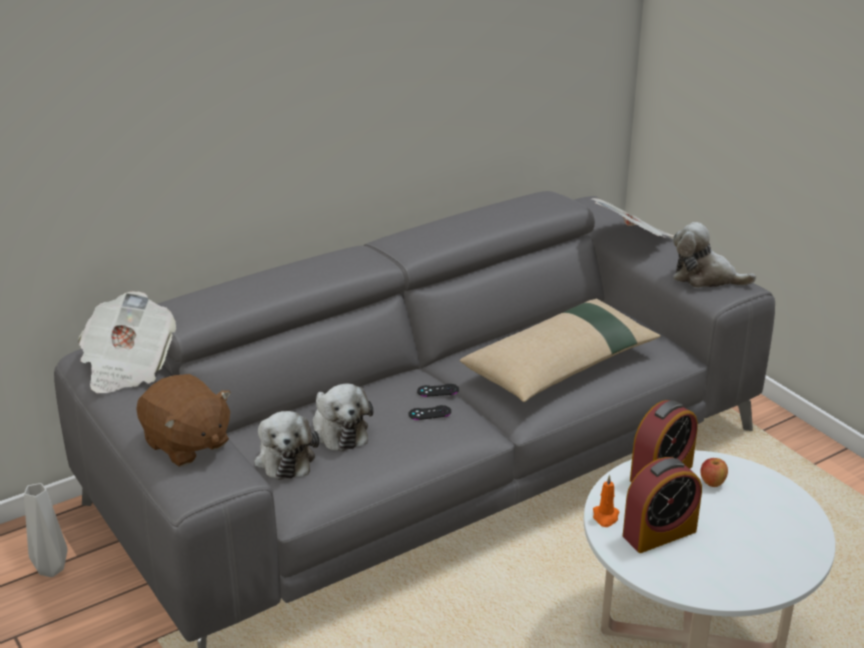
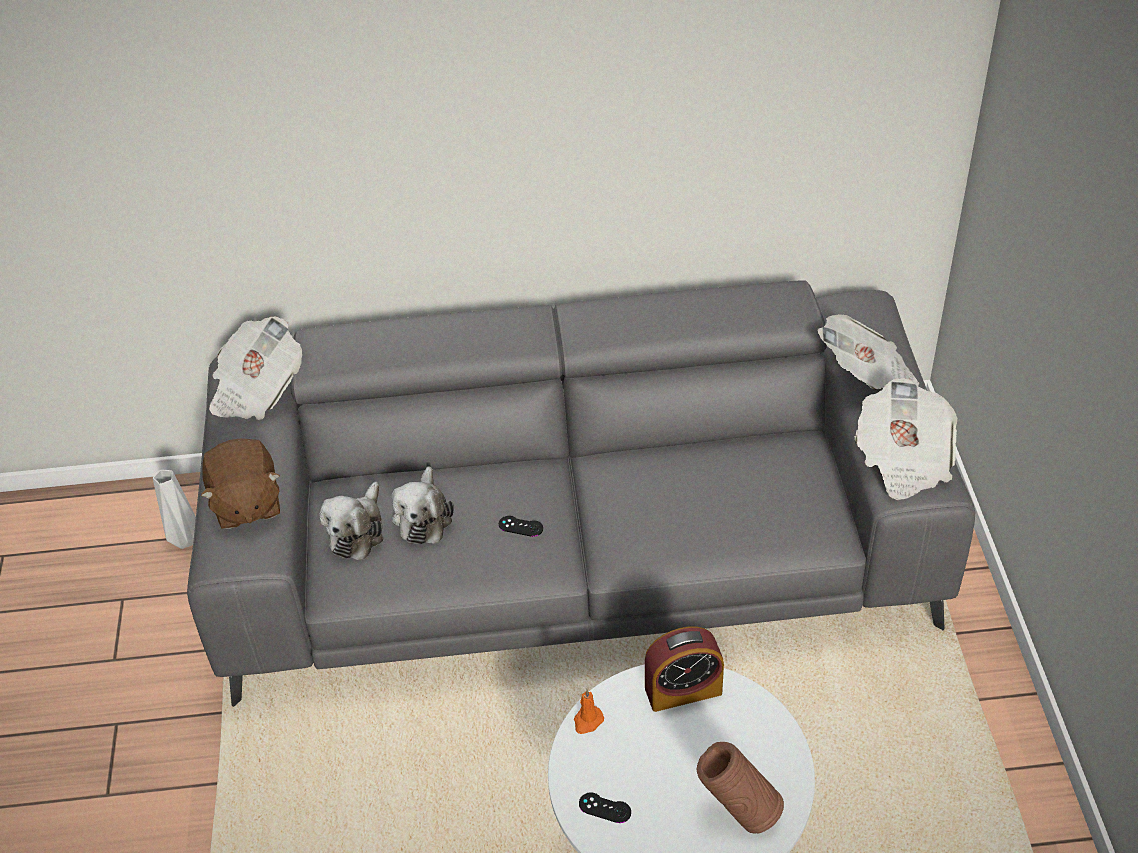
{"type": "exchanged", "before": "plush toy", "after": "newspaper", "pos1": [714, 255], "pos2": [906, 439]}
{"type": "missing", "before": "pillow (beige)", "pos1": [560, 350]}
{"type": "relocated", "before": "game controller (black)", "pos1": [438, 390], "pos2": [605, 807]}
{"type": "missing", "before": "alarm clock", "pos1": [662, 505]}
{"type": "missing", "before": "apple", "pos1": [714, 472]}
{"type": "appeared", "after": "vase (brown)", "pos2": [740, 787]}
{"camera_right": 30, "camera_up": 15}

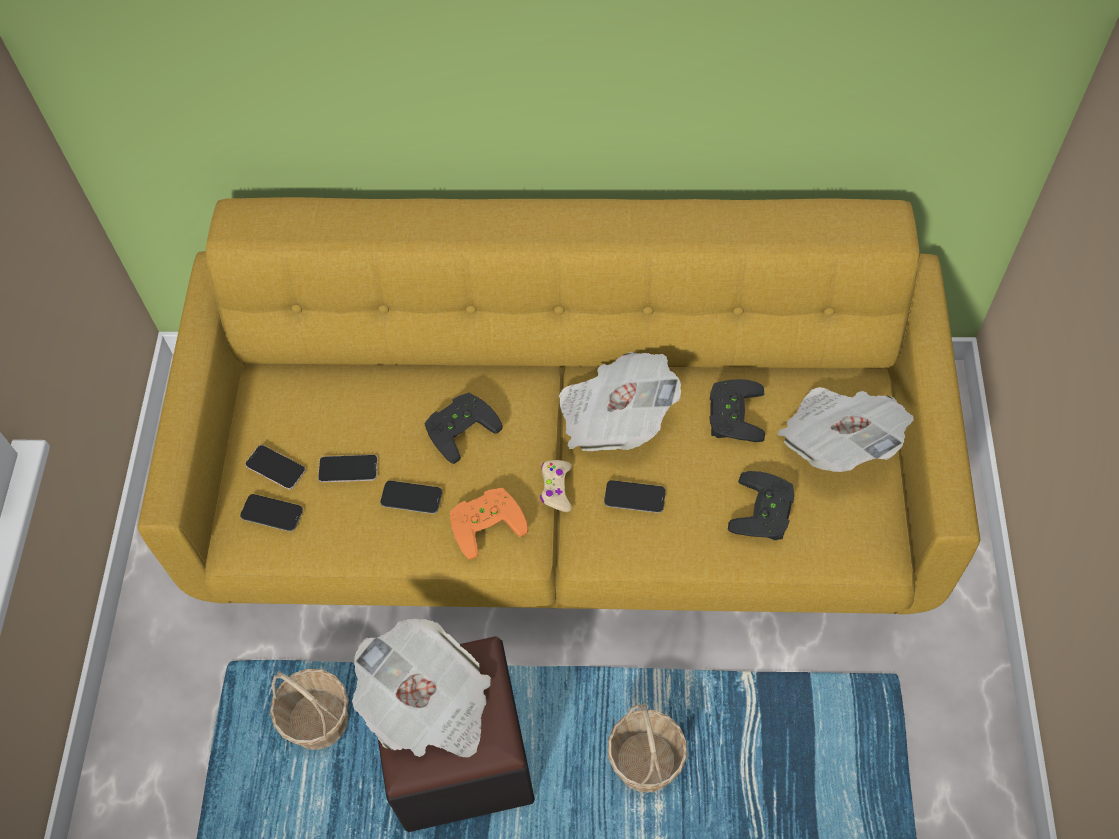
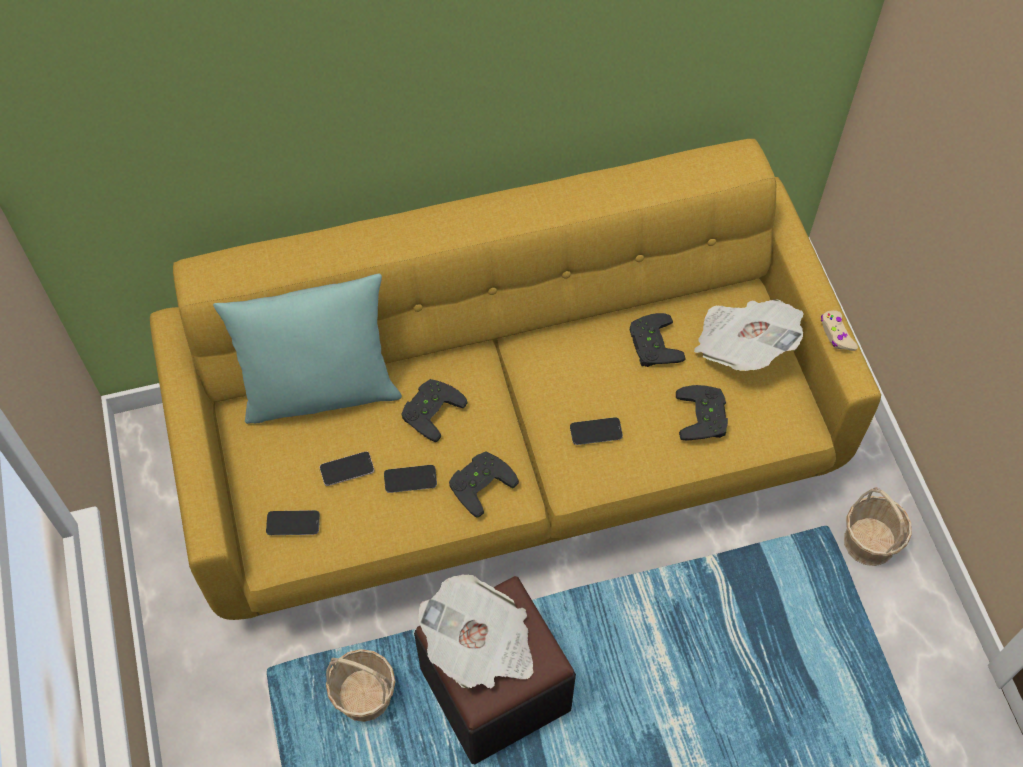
{"type": "missing", "before": "newspaper", "pos1": [620, 401]}
{"type": "missing", "before": "phone", "pos1": [275, 467]}
{"type": "relocated", "before": "game controller (beige)", "pos1": [556, 486], "pos2": [839, 330]}
{"type": "colour", "before": "game controller (orange)", "after": "game controller (black)", "pos1": [489, 524], "pos2": [484, 484]}
{"type": "relocated", "before": "basket", "pos1": [647, 747], "pos2": [878, 526]}
{"type": "appeared", "after": "pillow (turquoise)", "pos2": [307, 349]}
{"camera_right": -20, "camera_up": 0}

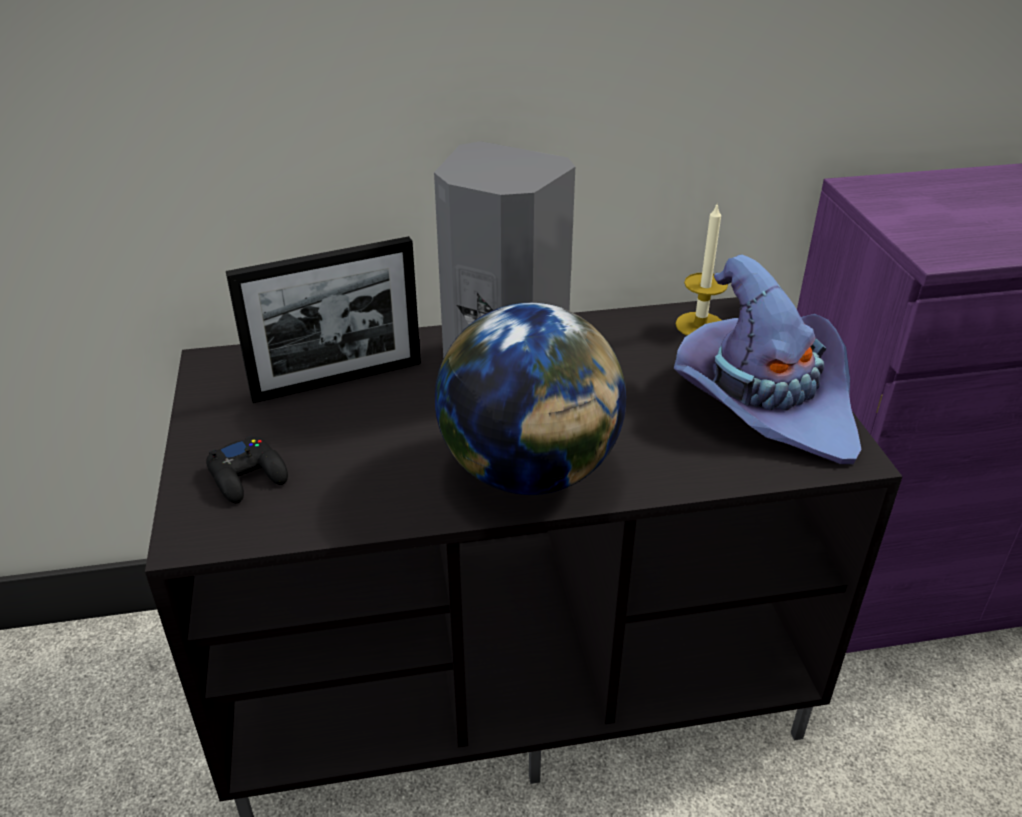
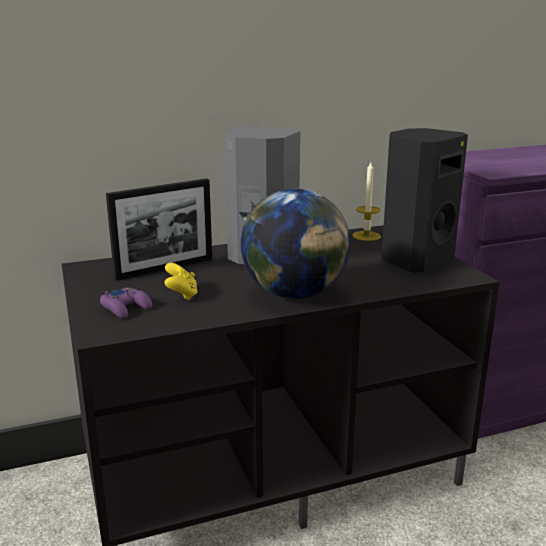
{"type": "exchanged", "before": "hat (purple)", "after": "speaker (black)", "pos1": [767, 359], "pos2": [424, 200]}
{"type": "colour", "before": "game controller (black)", "after": "game controller (purple)", "pos1": [247, 469], "pos2": [126, 303]}
{"type": "appeared", "after": "game controller (yellow)", "pos2": [181, 281]}
{"camera_right": -10, "camera_up": -15}

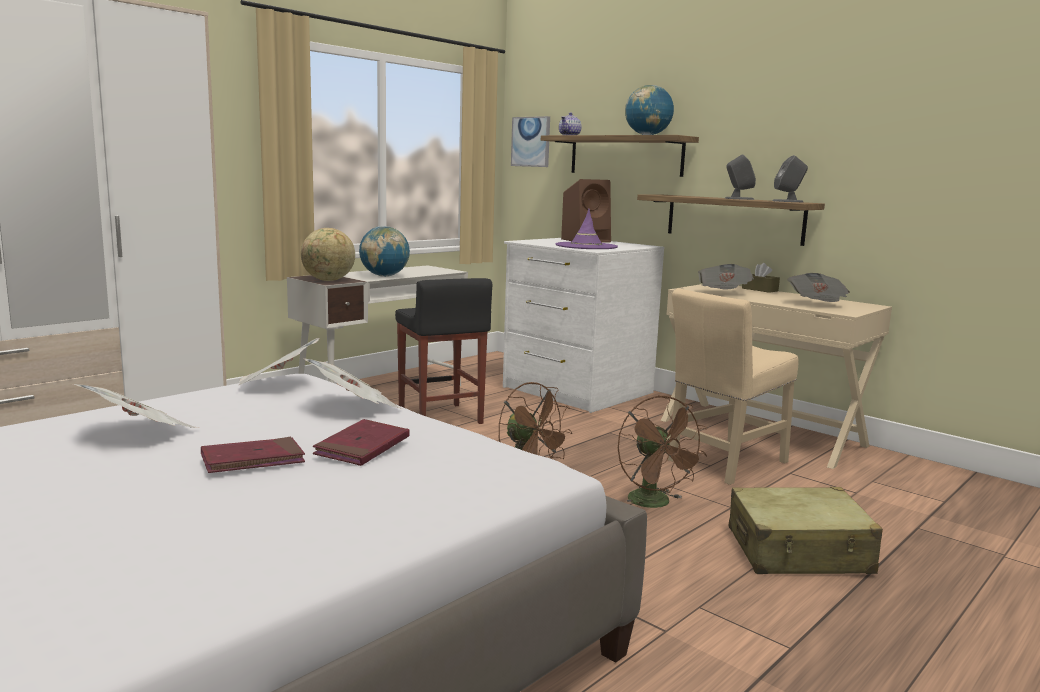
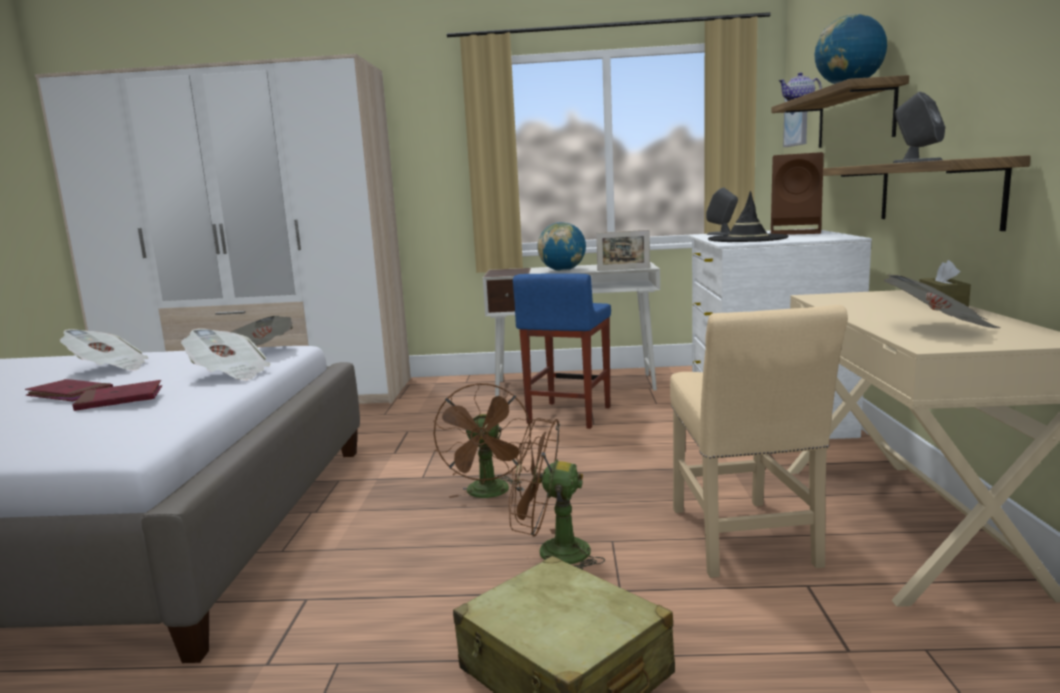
{"type": "relocated", "before": "speaker (grey)", "pos1": [790, 178], "pos2": [722, 211]}
{"type": "colour", "before": "hat (purple)", "after": "hat (black)", "pos1": [587, 229], "pos2": [748, 216]}
{"type": "missing", "before": "globe", "pos1": [328, 254]}
{"type": "missing", "before": "newspaper", "pos1": [726, 276]}
{"type": "colour", "before": "stool (black)", "after": "stool (blue)", "pos1": [443, 351], "pos2": [562, 351]}
{"type": "spun", "before": "chair (beige)", "pos1": [732, 387], "pos2": [759, 441], "turn": -105}
{"type": "spun", "before": "fan (brown)", "pos1": [662, 451], "pos2": [557, 494], "turn": 75}
{"type": "appeared", "after": "picture frame", "pos2": [623, 250]}
{"camera_right": 50, "camera_up": 0}

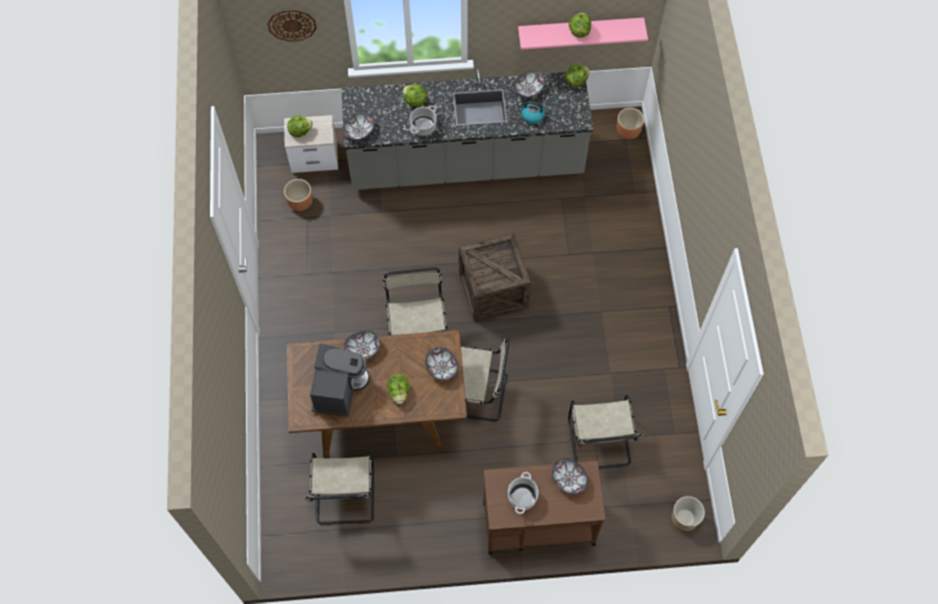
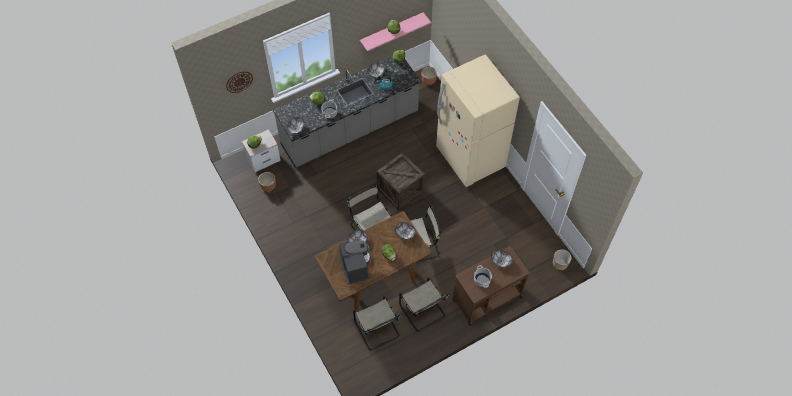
{"type": "relocated", "before": "chair (beige)", "pos1": [605, 432], "pos2": [424, 305]}
{"type": "appeared", "after": "fridge (beige)", "pos2": [478, 121]}
{"camera_right": -25, "camera_up": -5}

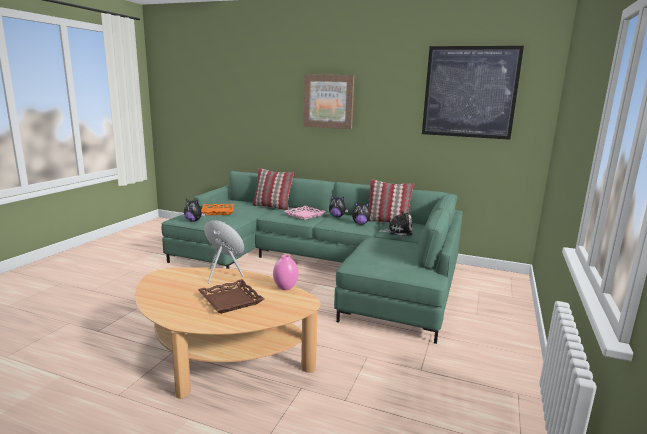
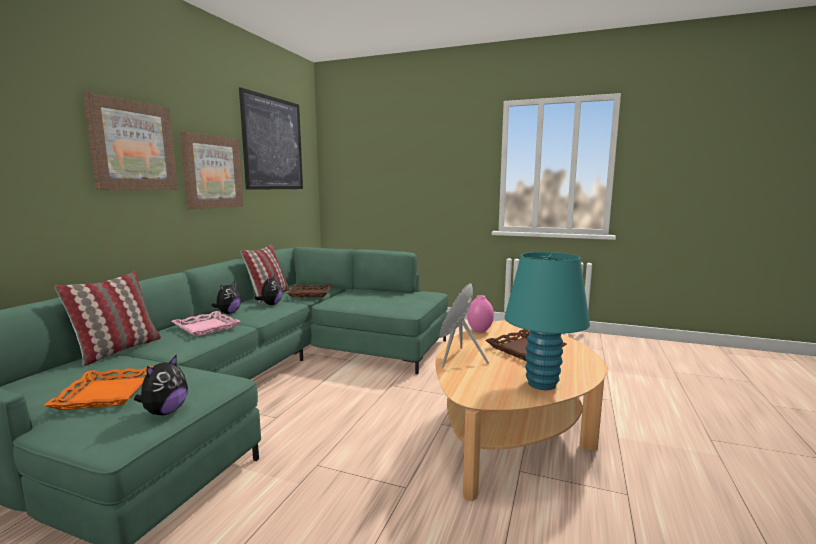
{"type": "exchanged", "before": "plush toy", "after": "tray (brown)", "pos1": [395, 223], "pos2": [309, 291]}
{"type": "appeared", "after": "picture", "pos2": [211, 170]}
{"type": "appeared", "after": "table lamp (turquoise)", "pos2": [547, 321]}
{"camera_right": -90, "camera_up": -5}

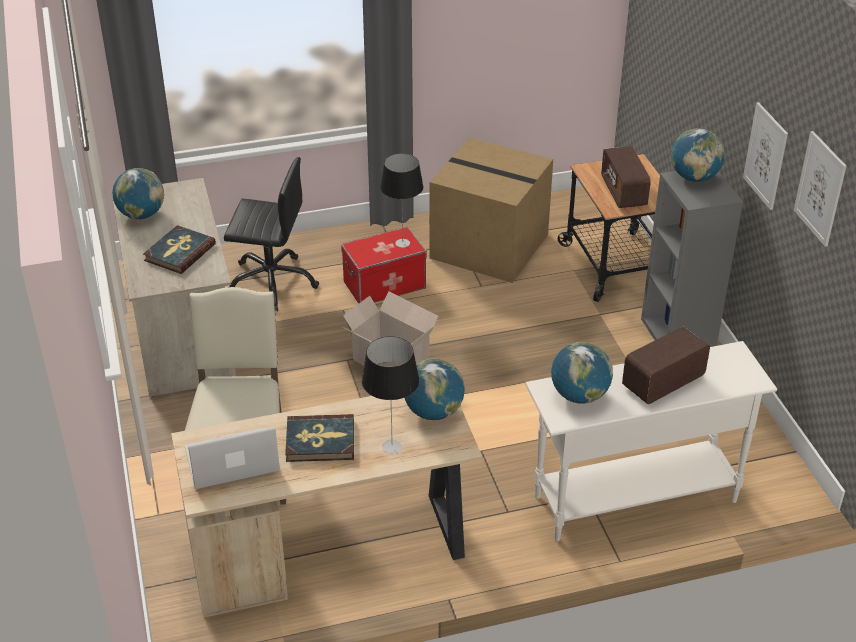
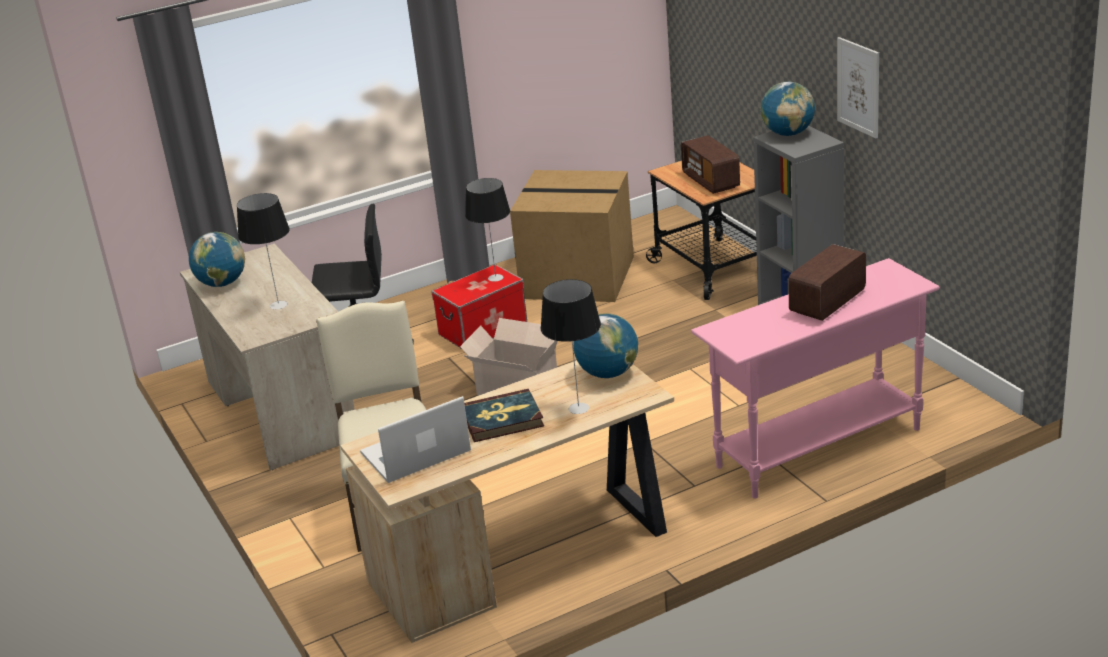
{"type": "missing", "before": "picture", "pos1": [820, 189]}
{"type": "exchanged", "before": "book", "after": "table lamp", "pos1": [179, 249], "pos2": [263, 251]}
{"type": "colour", "before": "console table (white)", "after": "console table (pink)", "pos1": [651, 441], "pos2": [815, 378]}
{"type": "missing", "before": "globe", "pos1": [582, 373]}
{"camera_right": -10, "camera_up": -10}

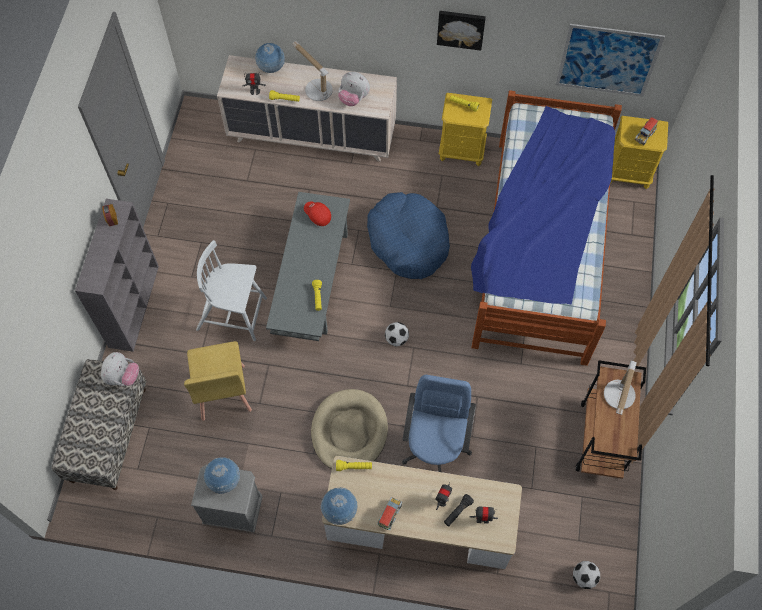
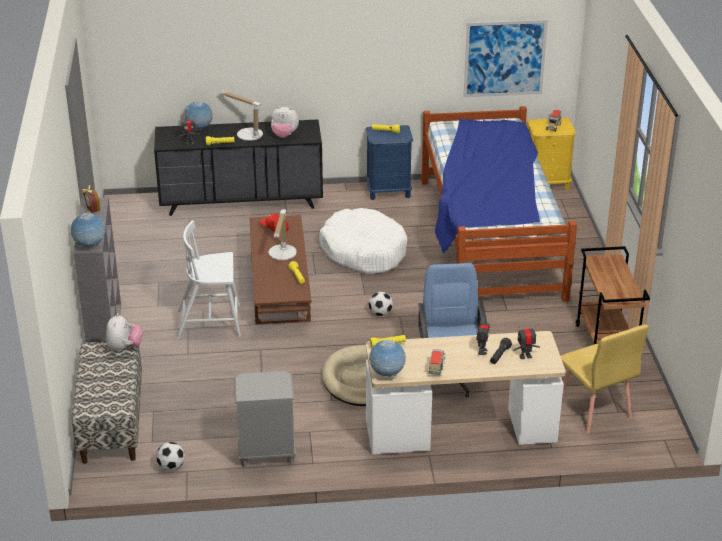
{"type": "missing", "before": "picture", "pos1": [461, 31]}
{"type": "colour", "before": "dresser (beige)", "after": "dresser (black)", "pos1": [307, 108], "pos2": [238, 167]}
{"type": "colour", "before": "nightstand (yellow)", "after": "nightstand (blue)", "pos1": [465, 129], "pos2": [389, 162]}
{"type": "colour", "before": "coffee table (grey)", "after": "coffee table (brown)", "pos1": [308, 266], "pos2": [280, 270]}
{"type": "colour", "before": "dog bed (blue)", "after": "dog bed (white)", "pos1": [408, 235], "pos2": [363, 241]}
{"type": "relocated", "before": "chair (yellow)", "pos1": [218, 381], "pos2": [605, 379]}
{"type": "relocated", "before": "table lamp", "pos1": [620, 388], "pos2": [283, 234]}
{"type": "relocated", "before": "globe", "pos1": [222, 475], "pos2": [88, 230]}
{"type": "relocated", "before": "football", "pos1": [586, 575], "pos2": [170, 456]}
{"camera_right": -15, "camera_up": -30}

